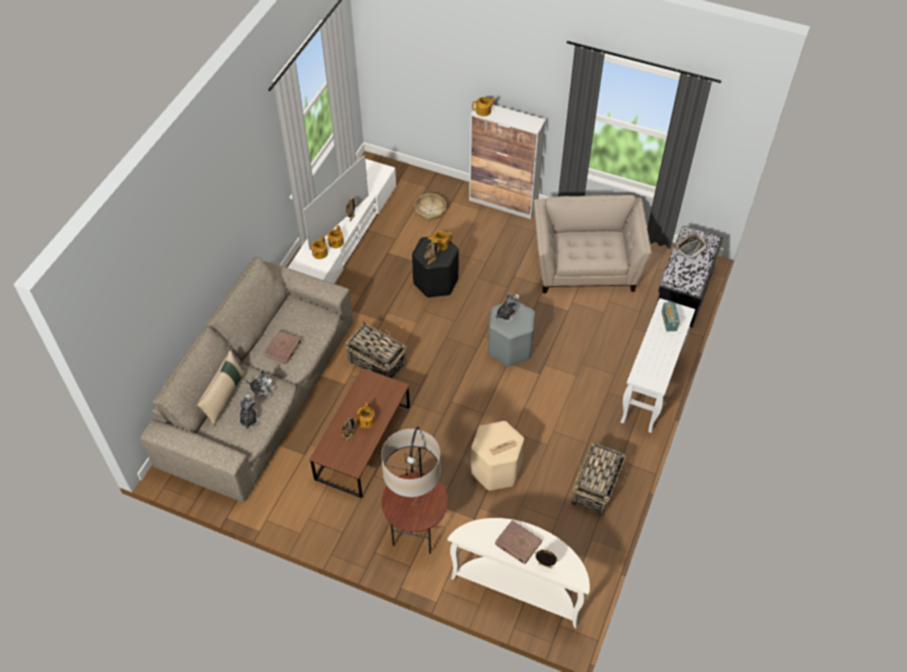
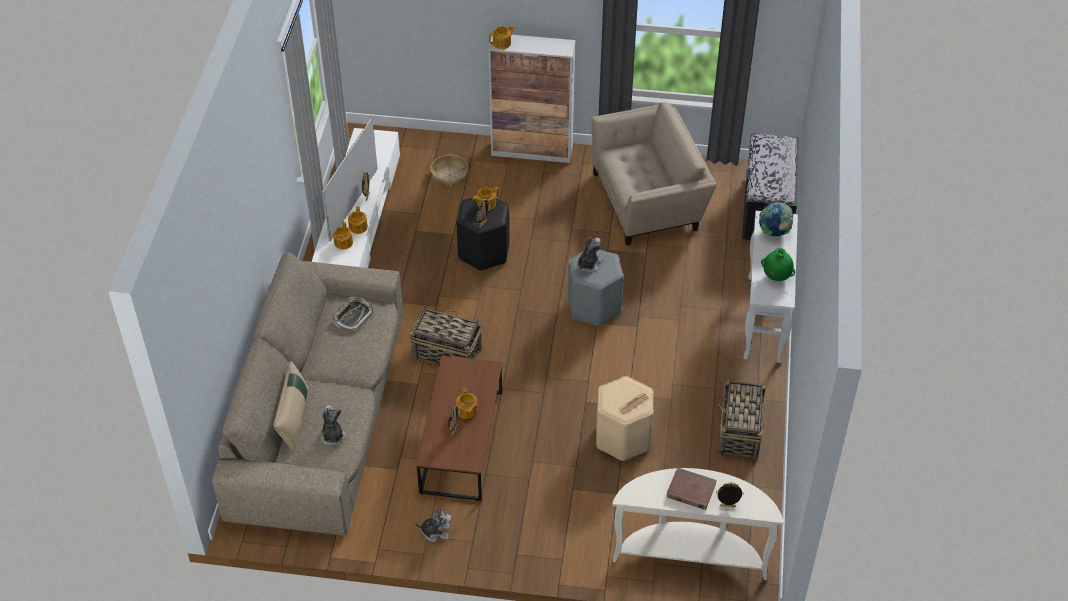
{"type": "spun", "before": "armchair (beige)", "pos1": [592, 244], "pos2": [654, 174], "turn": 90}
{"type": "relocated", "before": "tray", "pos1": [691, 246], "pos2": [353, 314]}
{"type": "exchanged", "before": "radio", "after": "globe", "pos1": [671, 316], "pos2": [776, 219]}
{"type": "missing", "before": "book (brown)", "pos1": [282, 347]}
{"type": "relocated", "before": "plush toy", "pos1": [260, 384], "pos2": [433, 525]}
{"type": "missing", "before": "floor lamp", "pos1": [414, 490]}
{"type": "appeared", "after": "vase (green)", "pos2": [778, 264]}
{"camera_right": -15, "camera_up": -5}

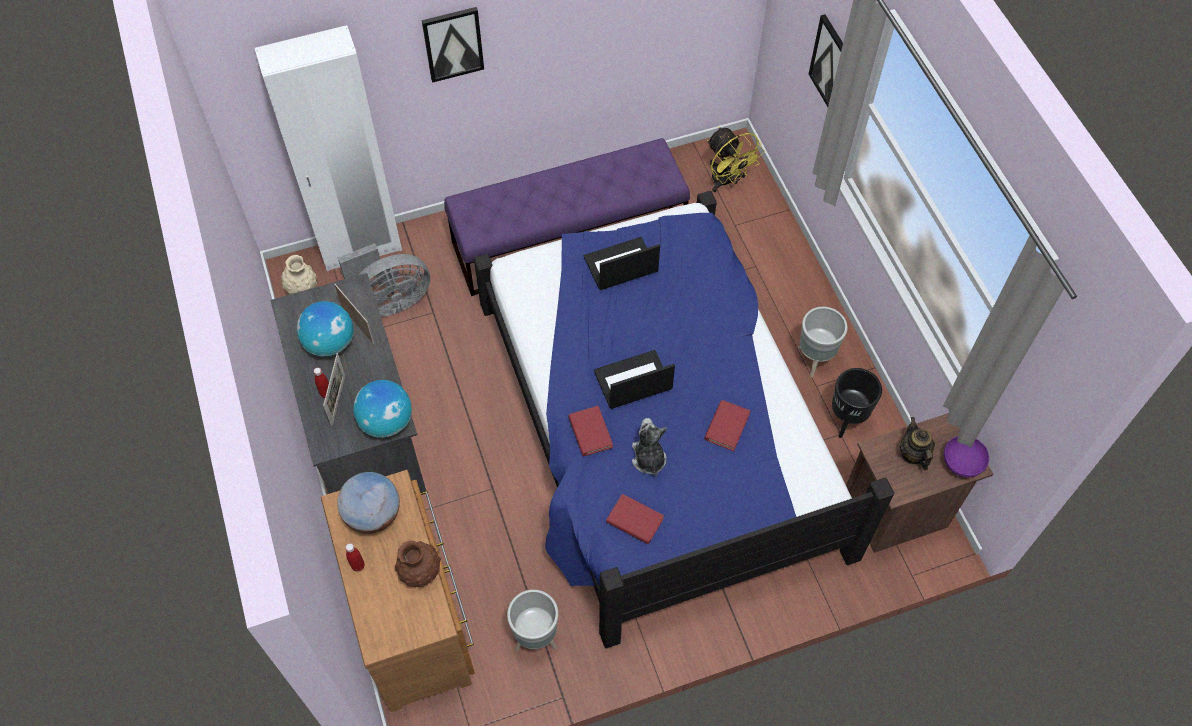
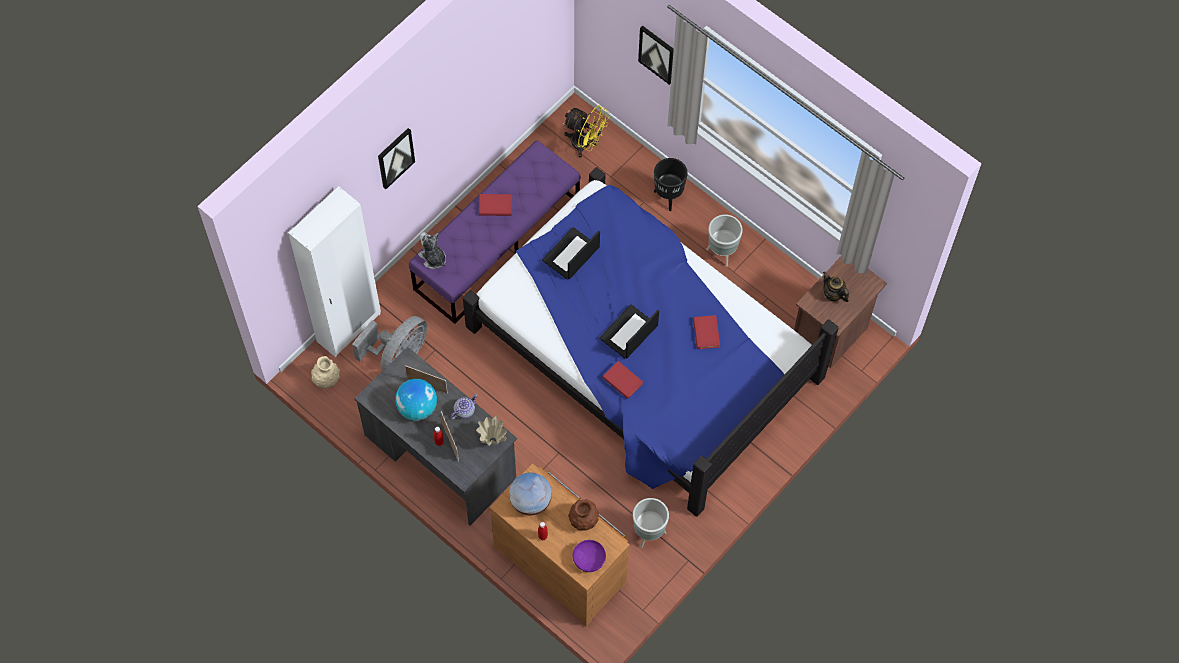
{"type": "relocated", "before": "planter (black)", "pos1": [857, 403], "pos2": [671, 184]}
{"type": "exchanged", "before": "globe", "after": "vase (beige)", "pos1": [382, 408], "pos2": [491, 431]}
{"type": "relocated", "before": "plush toy", "pos1": [649, 447], "pos2": [432, 250]}
{"type": "relocated", "before": "bowl (purple)", "pos1": [966, 457], "pos2": [589, 556]}
{"type": "relocated", "before": "book (red)", "pos1": [635, 519], "pos2": [495, 205]}
{"type": "appeared", "after": "teapot", "pos2": [464, 406]}
{"camera_right": -30, "camera_up": 5}

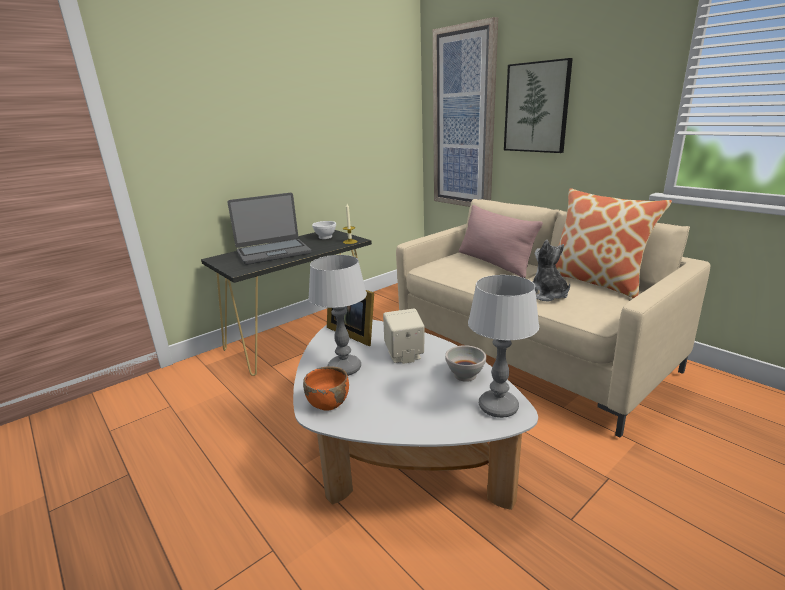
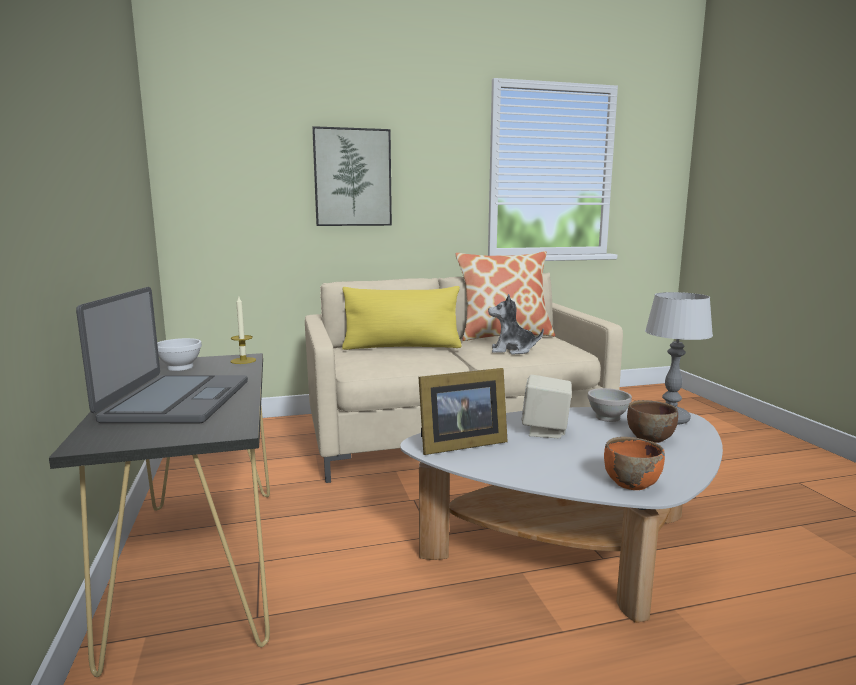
{"type": "missing", "before": "picture", "pos1": [465, 112]}
{"type": "colour", "before": "pillow (pink)", "after": "pillow (yellow)", "pos1": [501, 241], "pos2": [402, 318]}
{"type": "missing", "before": "table lamp", "pos1": [337, 315]}
{"type": "appeared", "after": "bowl (brown)", "pos2": [652, 421]}
{"camera_right": -65, "camera_up": -10}

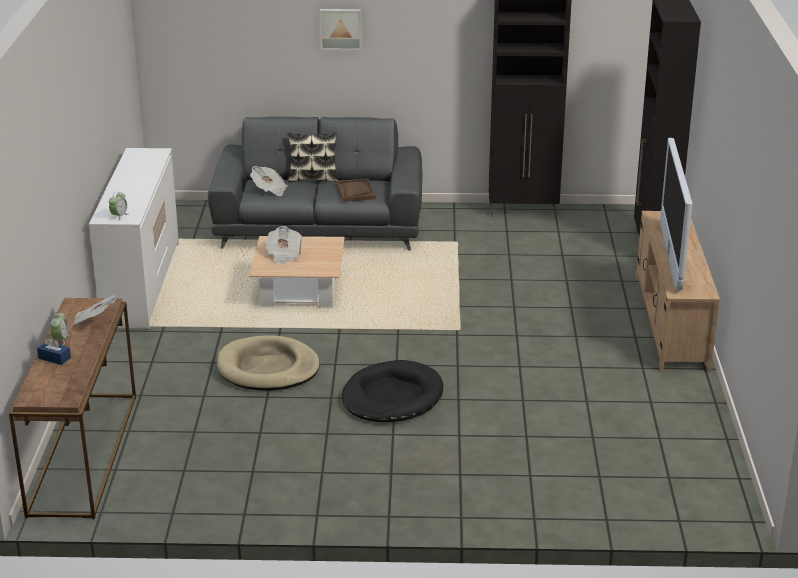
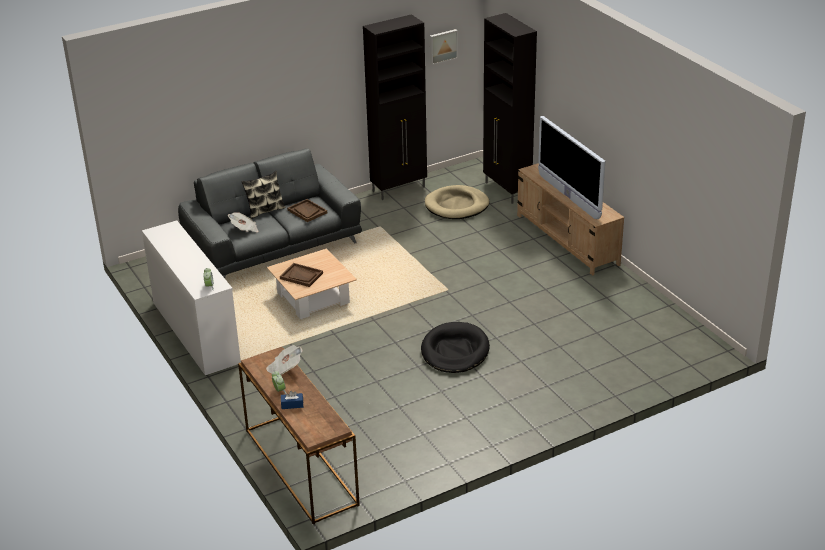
{"type": "relocated", "before": "picture", "pos1": [341, 29], "pos2": [444, 47]}
{"type": "exchanged", "before": "newspaper", "after": "tray (brown)", "pos1": [284, 245], "pos2": [301, 275]}
{"type": "relocated", "before": "dog bed (beige)", "pos1": [268, 363], "pos2": [457, 202]}
{"camera_right": -30, "camera_up": 5}

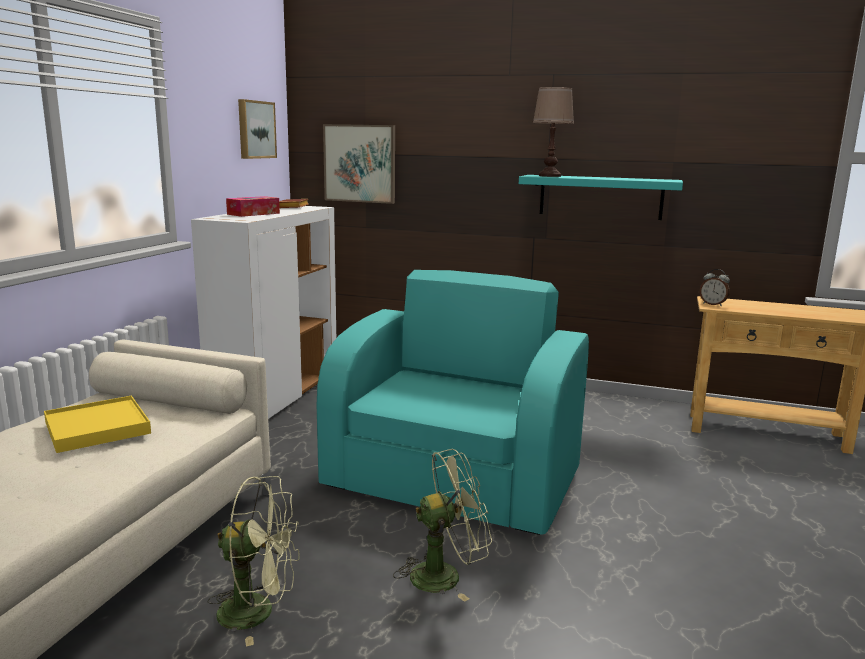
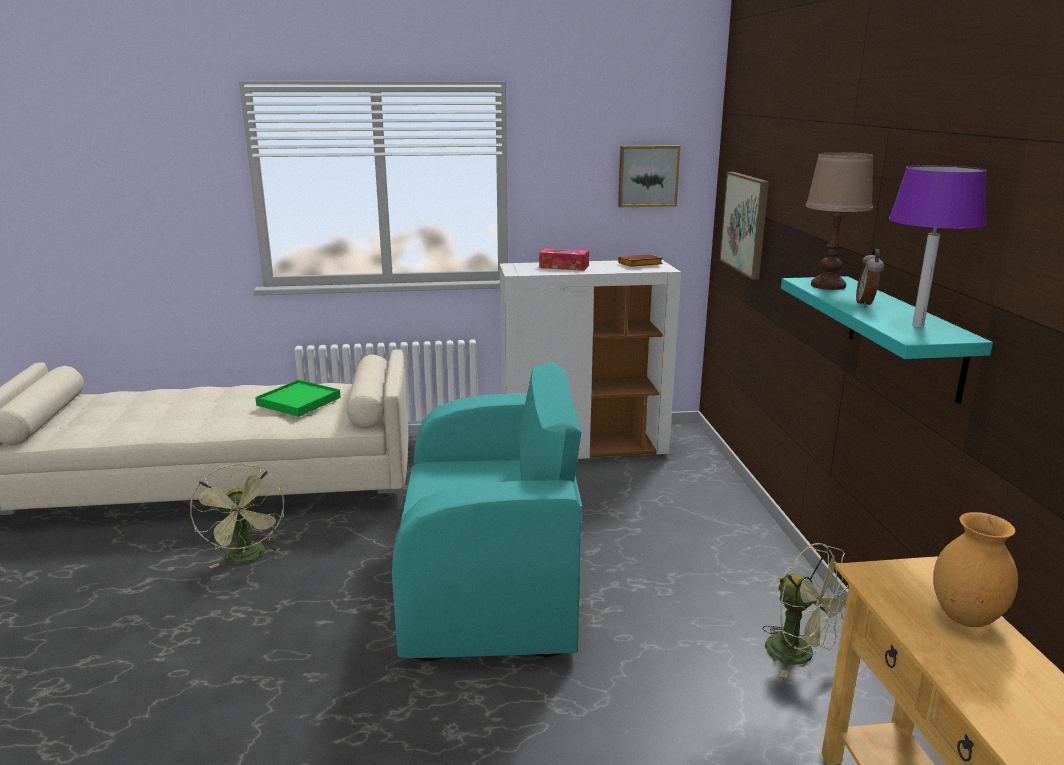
{"type": "relocated", "before": "alarm clock", "pos1": [715, 287], "pos2": [870, 278]}
{"type": "colour", "before": "tray (yellow)", "after": "tray (green)", "pos1": [97, 424], "pos2": [298, 398]}
{"type": "relocated", "before": "fan (green)", "pos1": [442, 525], "pos2": [805, 610]}
{"type": "appeared", "after": "table lamp (purple)", "pos2": [938, 246]}
{"type": "appeared", "after": "vase (brown)", "pos2": [975, 569]}
{"camera_right": 65, "camera_up": 5}

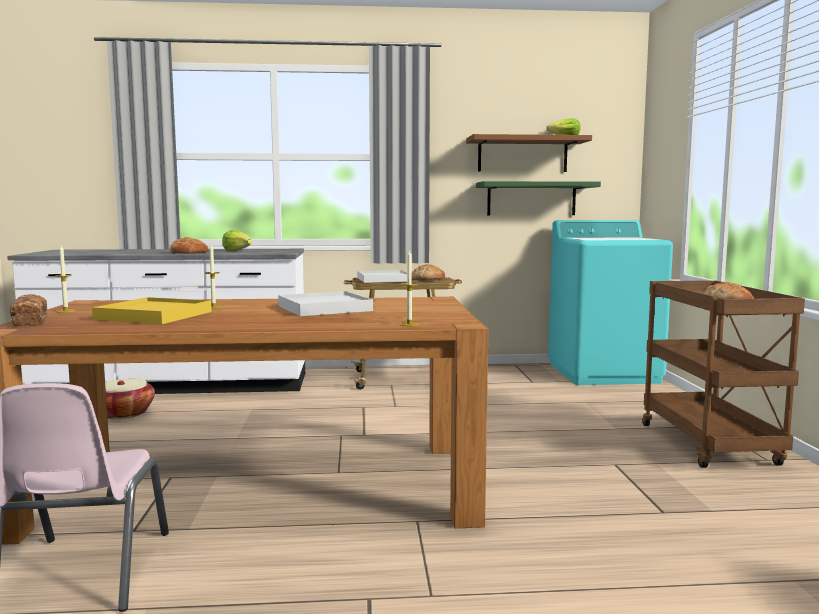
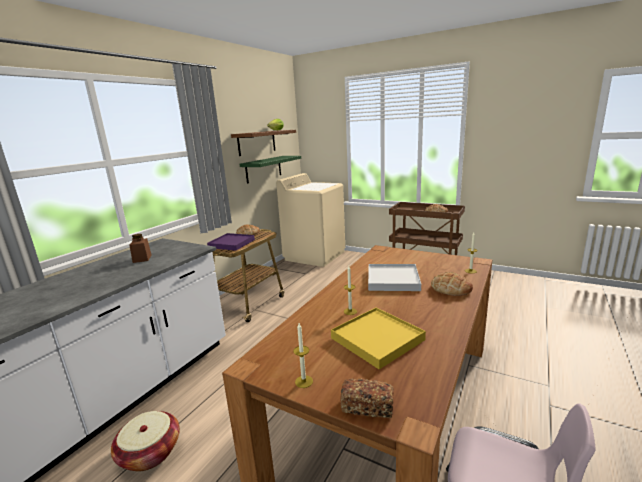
{"type": "colour", "before": "washing machine (turquoise)", "after": "washing machine (beige)", "pos1": [610, 302], "pos2": [310, 220]}
{"type": "exchanged", "before": "lettuce", "after": "jar (brown)", "pos1": [237, 240], "pos2": [140, 248]}
{"type": "relocated", "before": "bread", "pos1": [189, 245], "pos2": [452, 284]}
{"type": "colour", "before": "tray (white)", "after": "tray (purple)", "pos1": [382, 276], "pos2": [231, 242]}
{"camera_right": -55, "camera_up": 10}

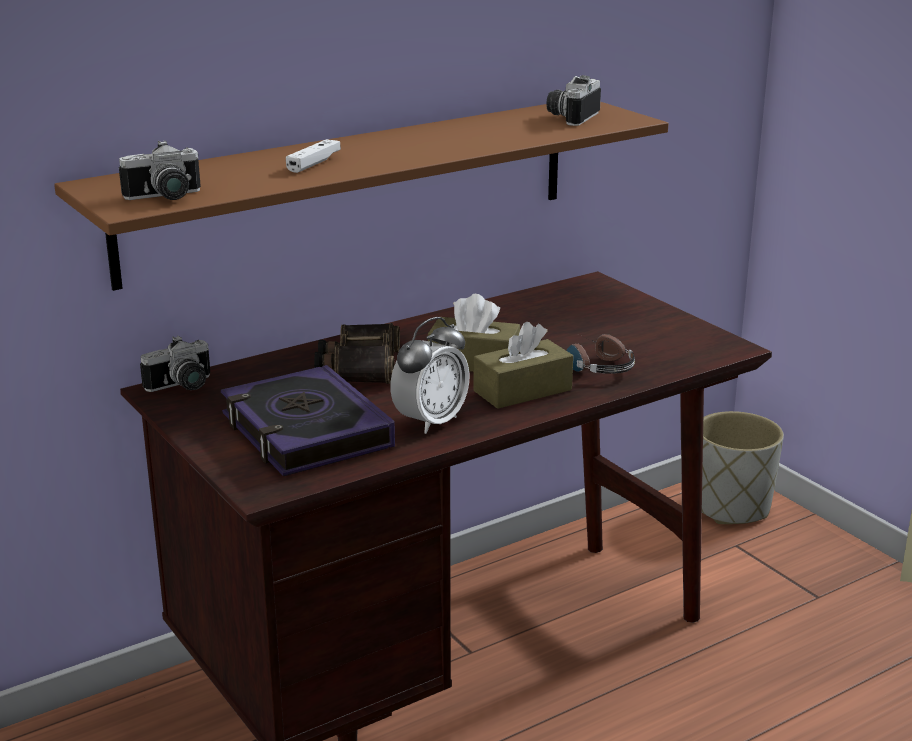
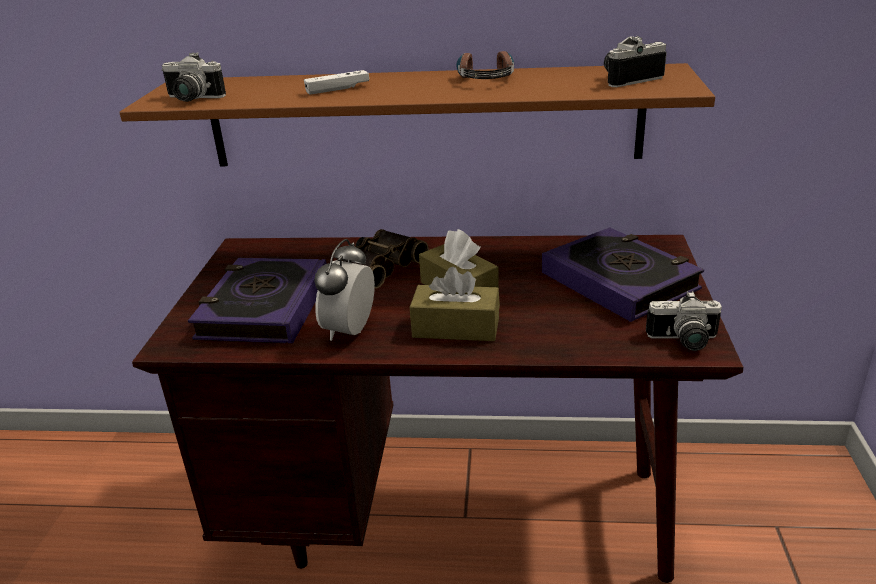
{"type": "spun", "before": "alarm clock", "pos1": [429, 375], "pos2": [344, 290], "turn": 120}
{"type": "relocated", "before": "headphones", "pos1": [600, 354], "pos2": [485, 65]}
{"type": "relocated", "before": "photo camera", "pos1": [175, 364], "pos2": [684, 321]}
{"type": "missing", "before": "planter (grey)", "pos1": [743, 467]}
{"type": "appeared", "after": "book", "pos2": [623, 274]}
{"camera_right": 40, "camera_up": 5}

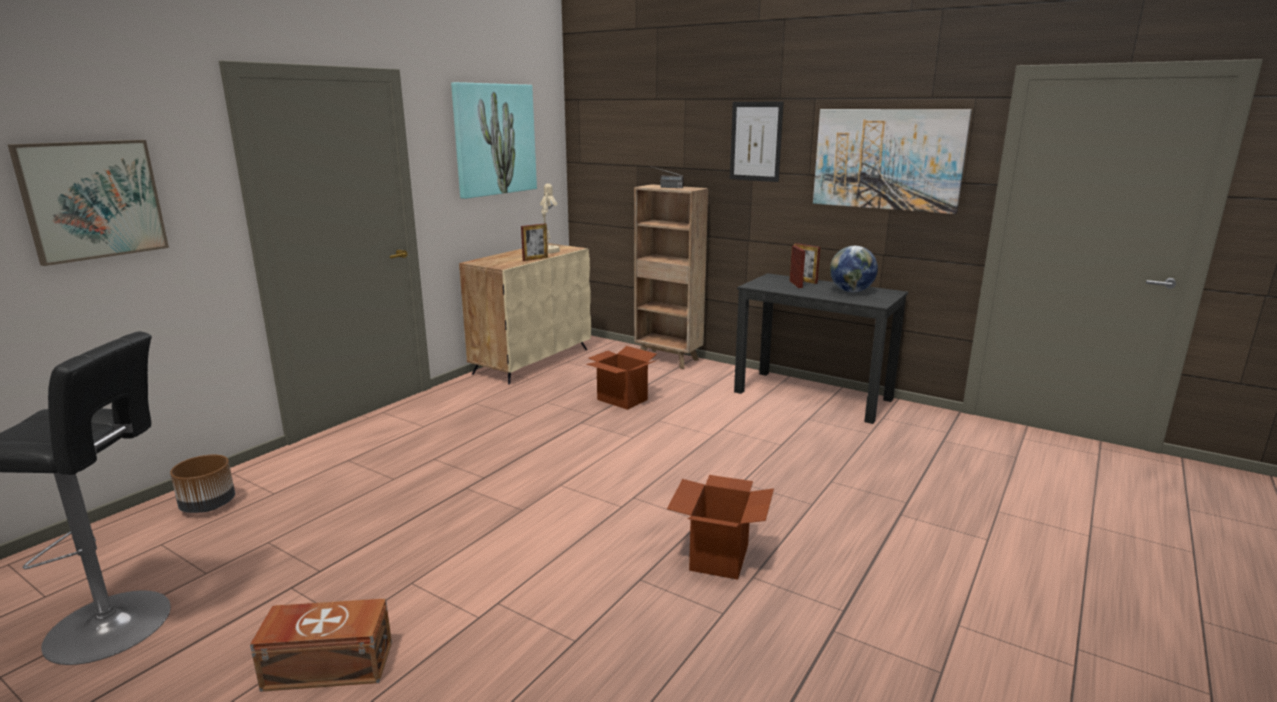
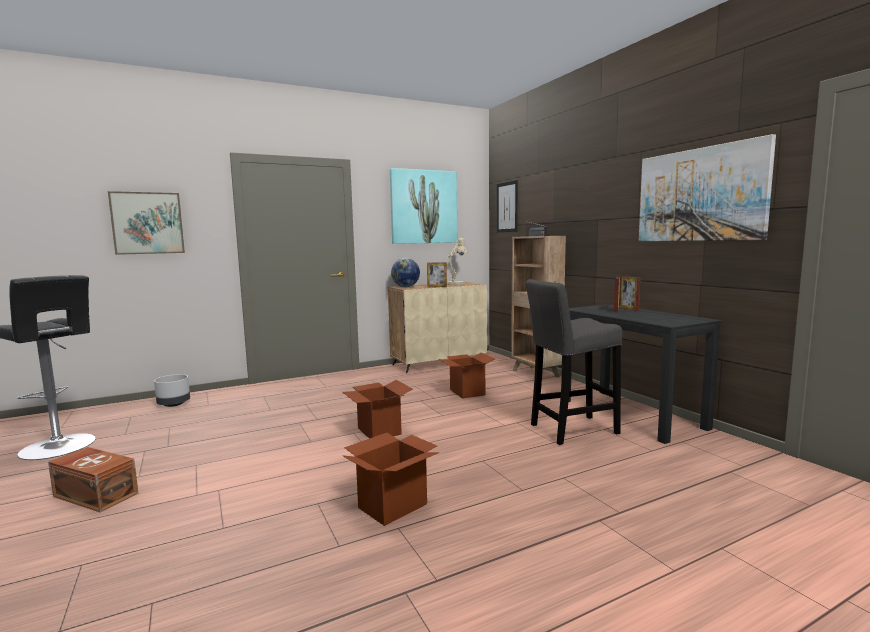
{"type": "relocated", "before": "picture", "pos1": [757, 142], "pos2": [507, 206]}
{"type": "relocated", "before": "globe", "pos1": [854, 269], "pos2": [405, 272]}
{"type": "colour", "before": "planter (brown)", "after": "planter (grey)", "pos1": [202, 484], "pos2": [172, 390]}
{"type": "appeared", "after": "stool (grey)", "pos2": [573, 362]}
{"type": "appeared", "after": "cardboard box", "pos2": [377, 409]}
{"camera_right": 30, "camera_up": -10}

